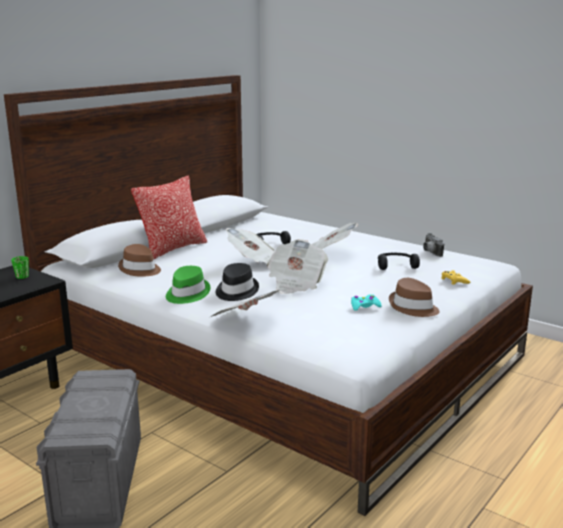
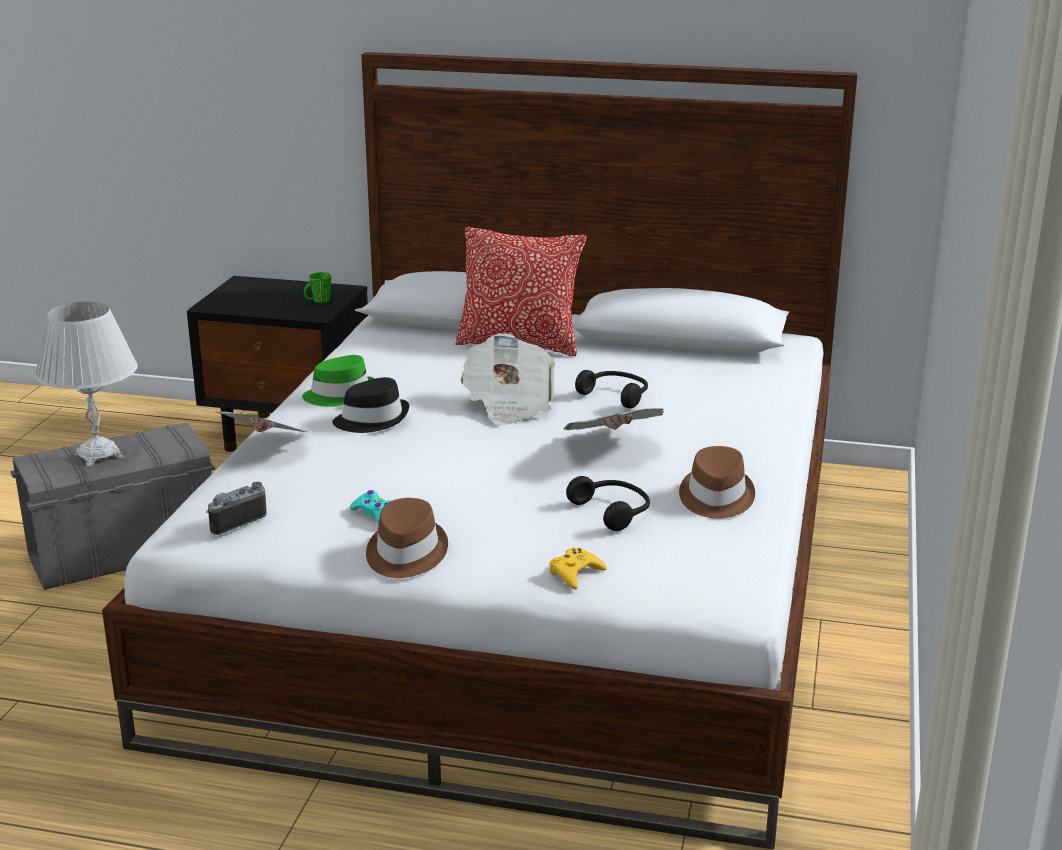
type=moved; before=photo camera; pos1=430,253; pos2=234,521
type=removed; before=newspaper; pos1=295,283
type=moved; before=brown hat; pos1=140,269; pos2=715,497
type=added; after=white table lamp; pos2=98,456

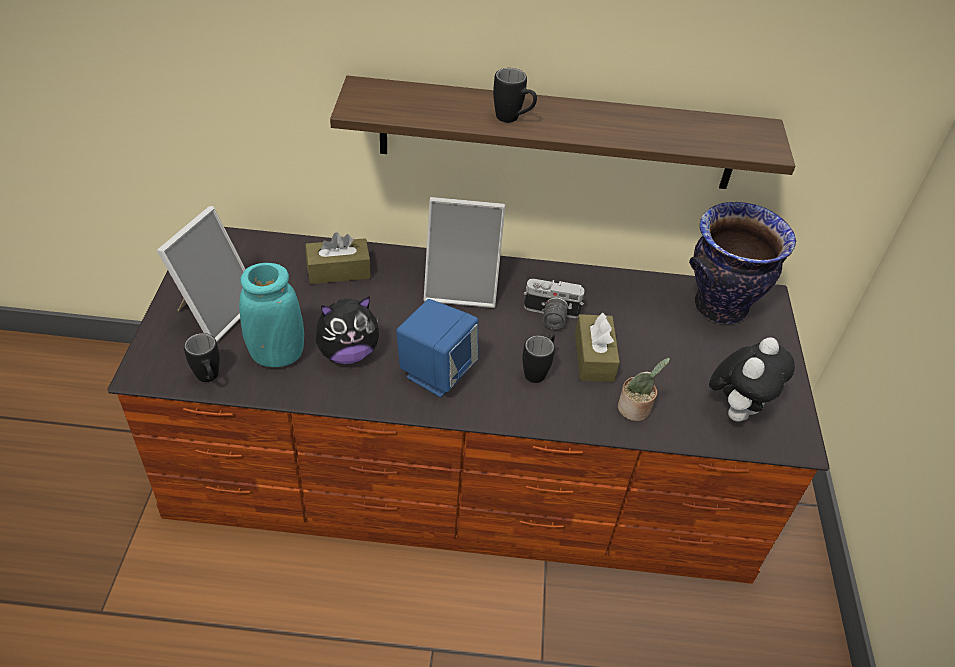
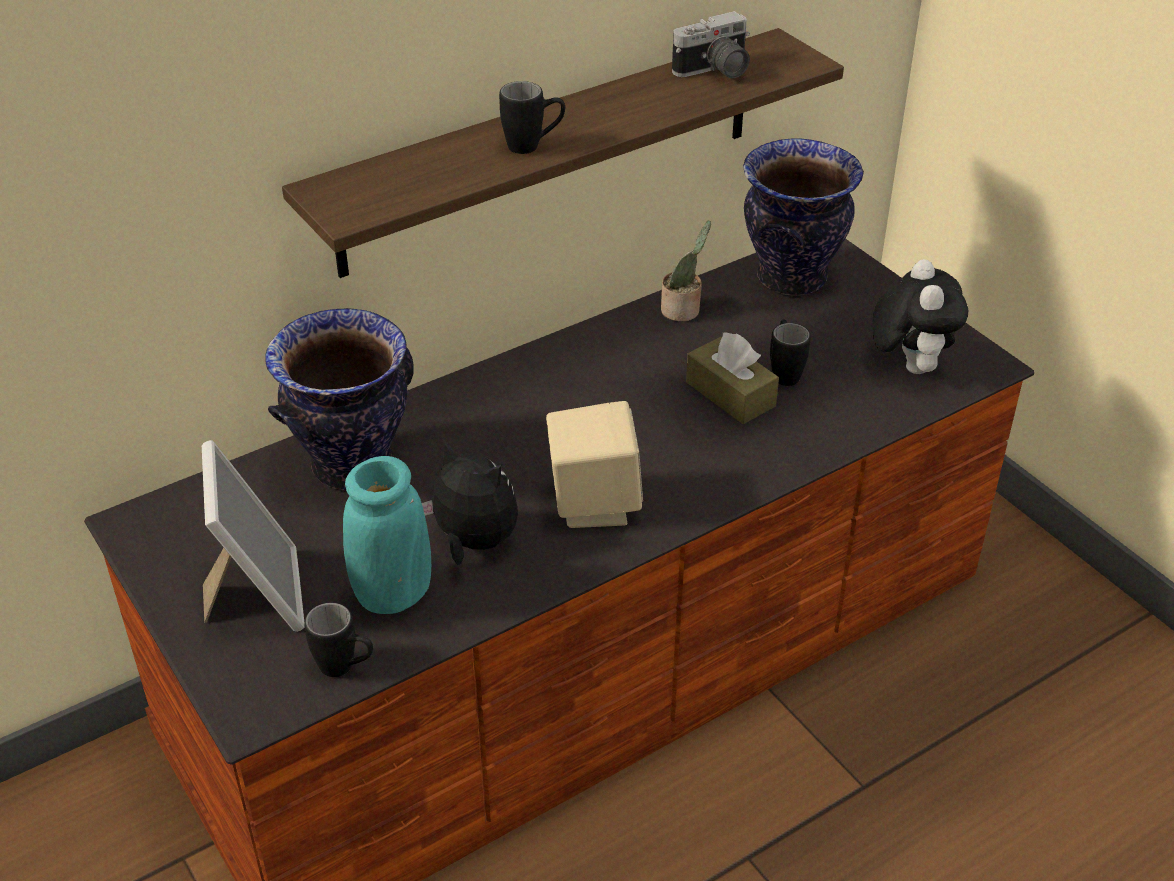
type=removed; before=picture frame; pos1=462,288
type=replaced; before=brown tissue box; after=vase; pos1=338,271; pos2=351,465
type=moved; before=photo camera; pos1=550,316; pos2=715,71
type=turned; before=plush toy; pos1=348,353; pos2=473,542; turn=-90
type=recoloured; before=blue speaker; after=beige speaker; pos1=436,372; pos2=593,503
type=moved; before=black mug; pos1=538,370; pos2=784,371
type=moved; before=potted plant; pos1=635,410; pos2=683,311

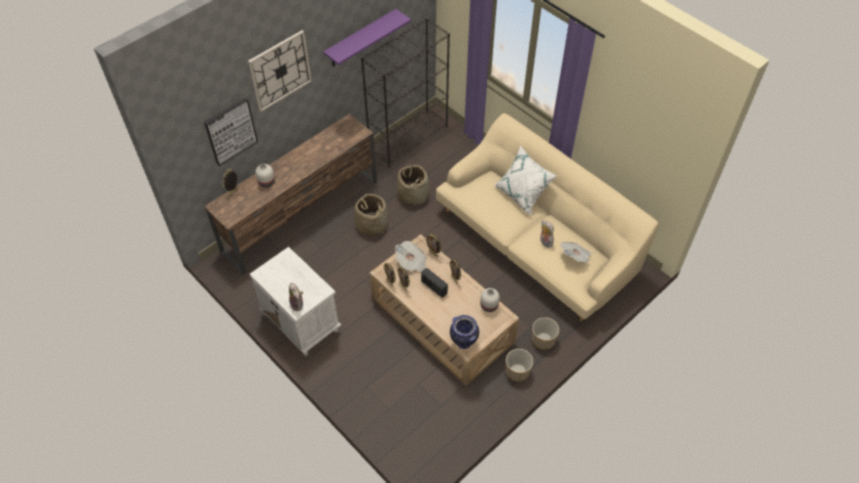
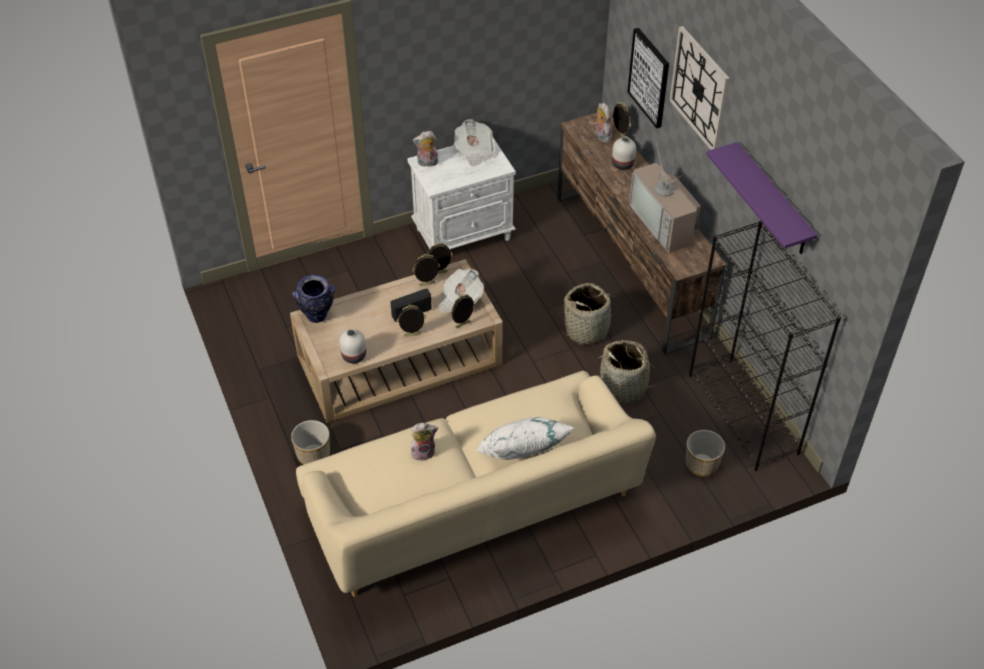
type=moved; before=newspaper; pos1=575,257; pos2=474,152
type=moved; before=planter; pos1=517,371; pos2=702,464
type=added; after=plush toy; pos2=601,136
type=added; after=television; pos2=665,223

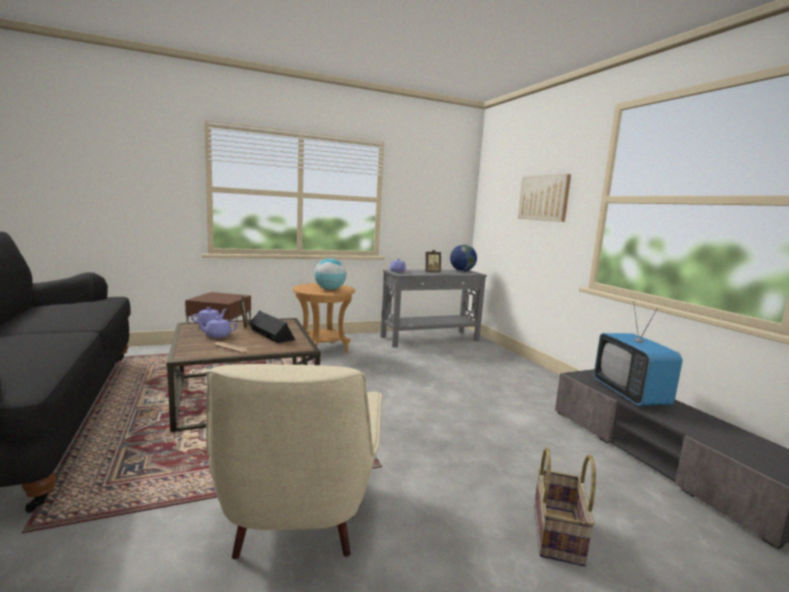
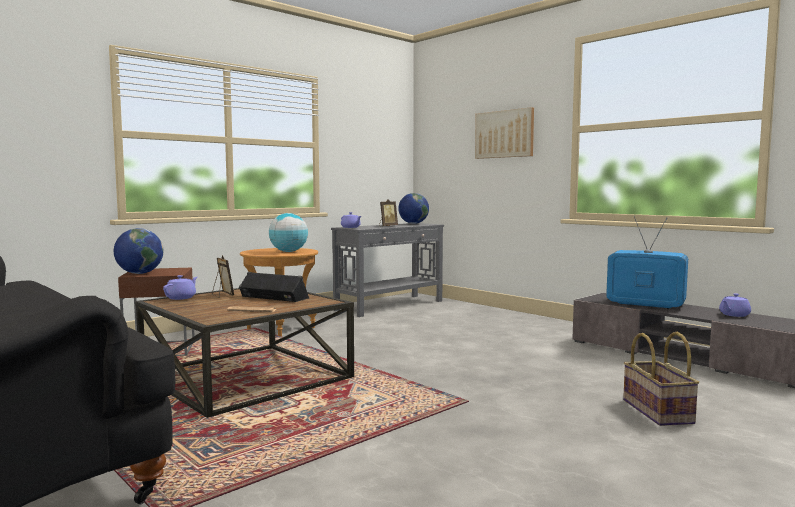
type=turned; before=television; pos1=630,394; pos2=645,305; turn=150
type=moved; before=purple teapot; pos1=217,335; pos2=734,315
type=removed; before=beige armchair; pos1=297,522
type=added; after=globe; pos2=139,273

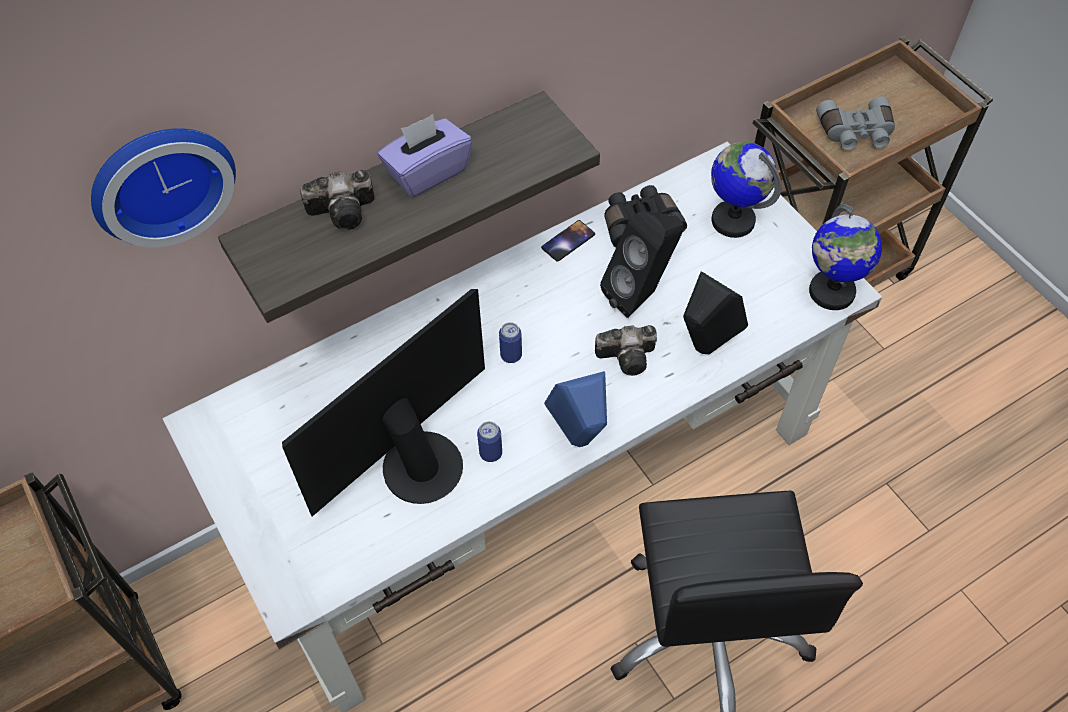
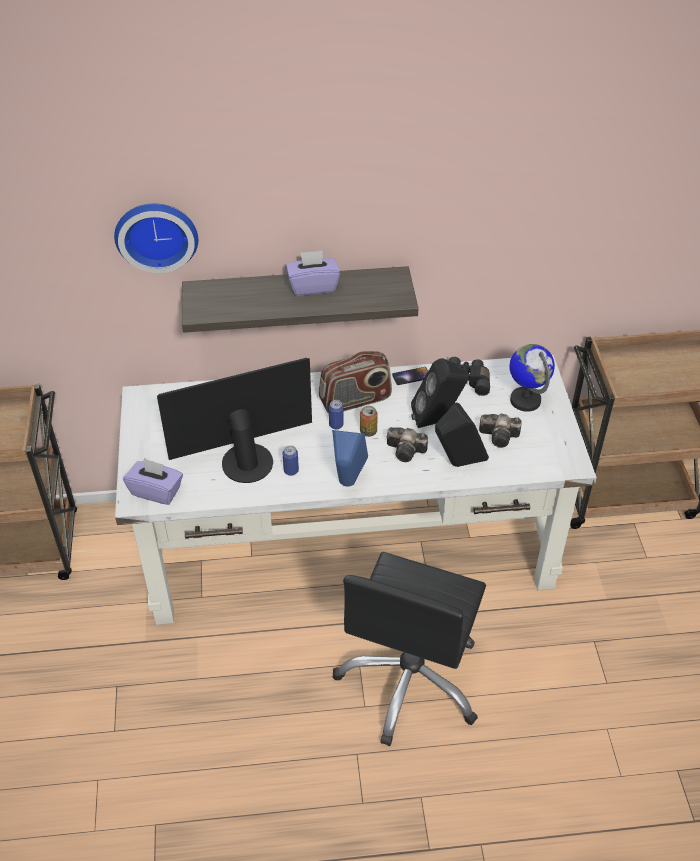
type=removed; before=grey binoculars; pos1=855,133
type=moved; before=photo camera; pos1=345,211; pos2=501,437
type=removed; before=globe; pos1=831,292
type=added; after=radio; pos2=355,400
type=added; after=can; pos2=368,431
type=added; after=purple tissue box; pos2=156,491

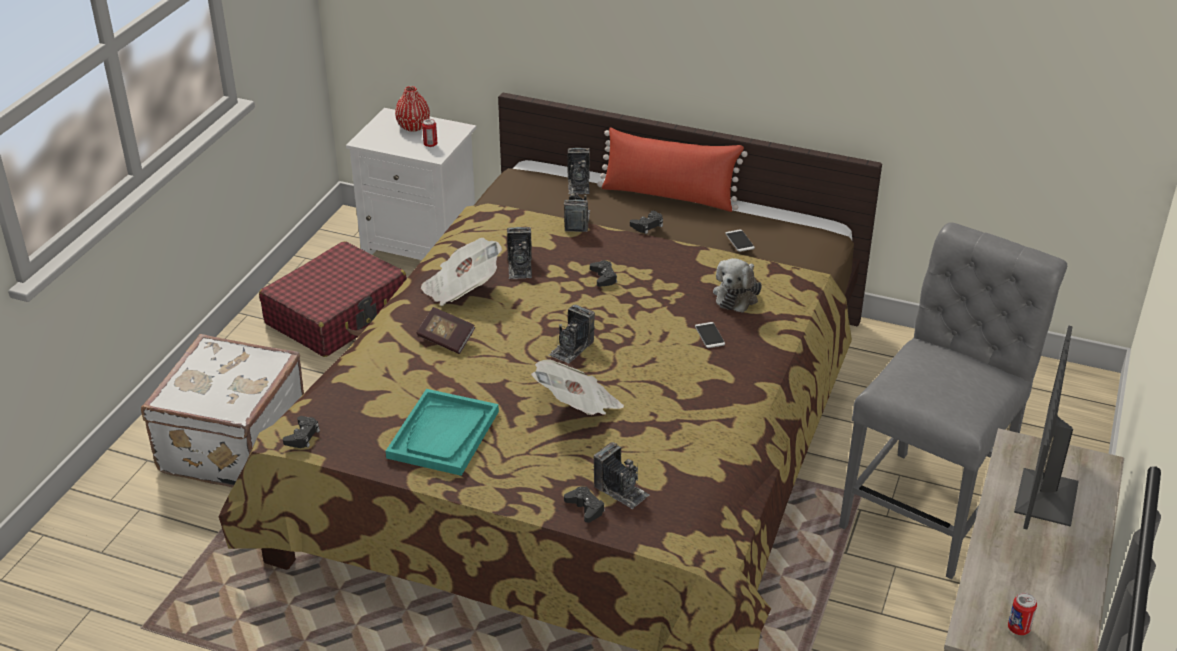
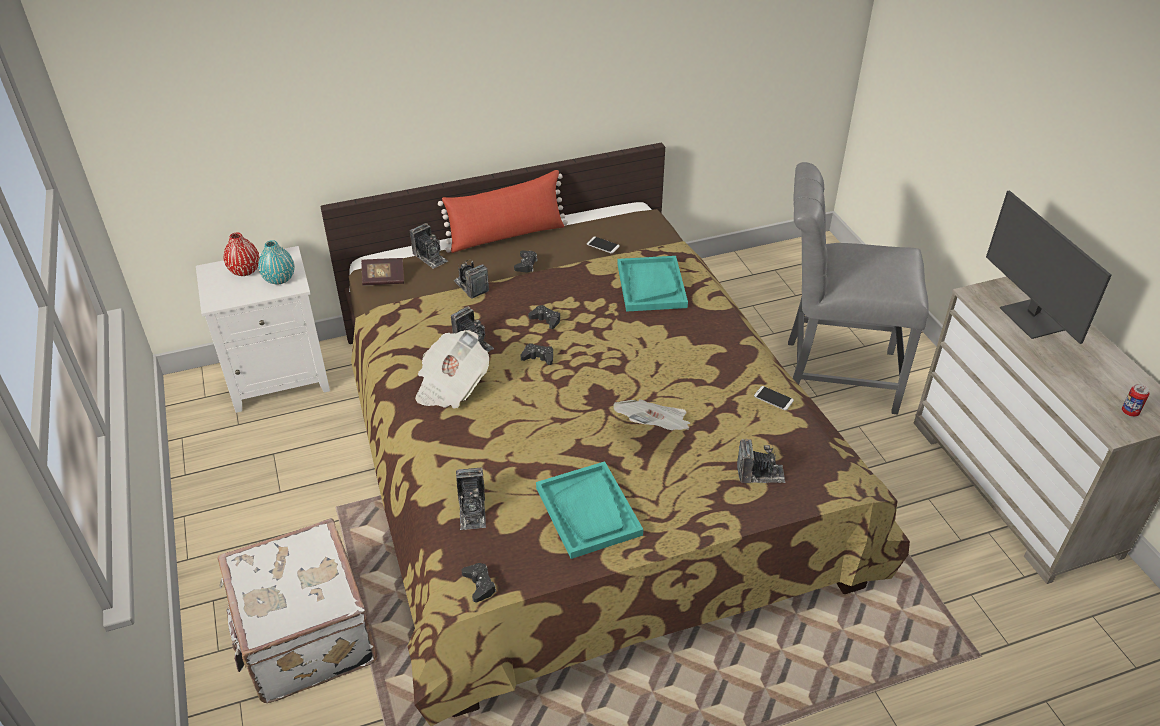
type=replaced; before=can; after=turquoise vase; pos1=430,144; pos2=279,279
type=turned; before=grey chair; pos1=930,506; pos2=832,374; turn=-75
type=removed; before=red suitcase; pos1=338,315
type=replaced; before=plush toy; after=turquoise tray; pos1=737,295; pos2=651,285
type=moved; before=photo camera; pos1=571,348; pos2=472,510
type=moved; before=book; pos1=446,339; pos2=383,279
type=moved; before=phone; pos1=709,335; pos2=773,398
type=moved; before=black game controller; pos1=585,508; pos2=538,357

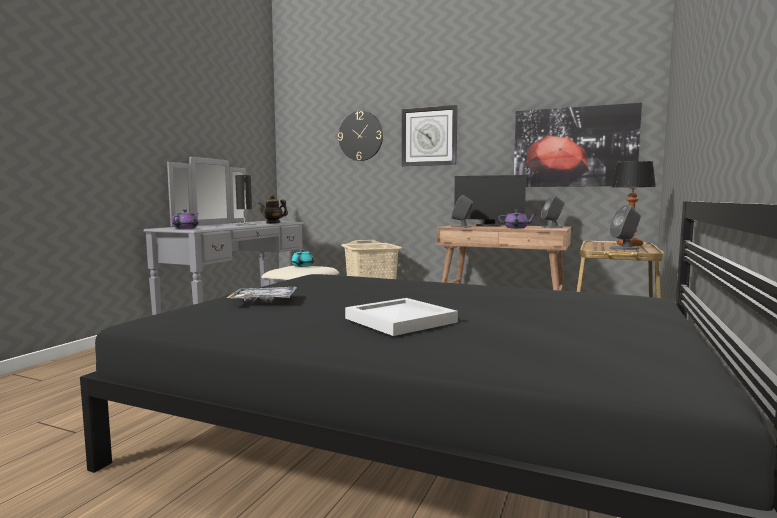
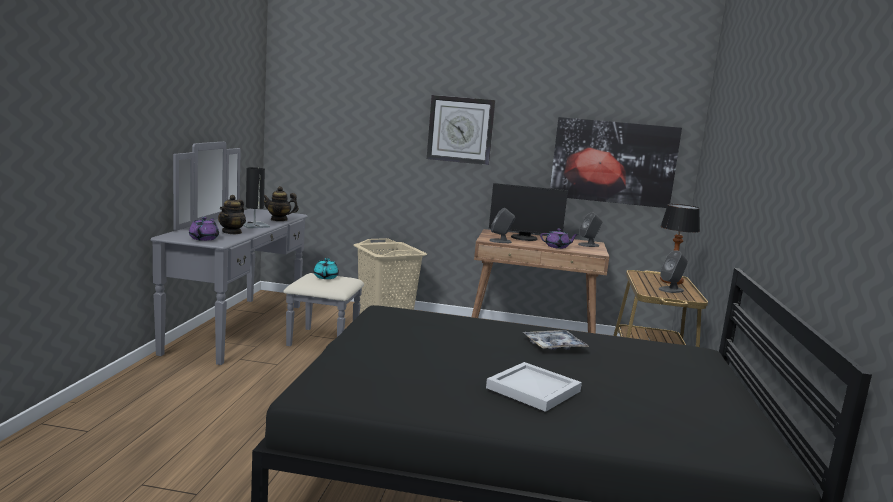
type=removed; before=wall clock; pos1=360,136
type=moved; before=tray; pos1=264,301; pos2=554,346
type=added; after=teapot; pos2=232,232

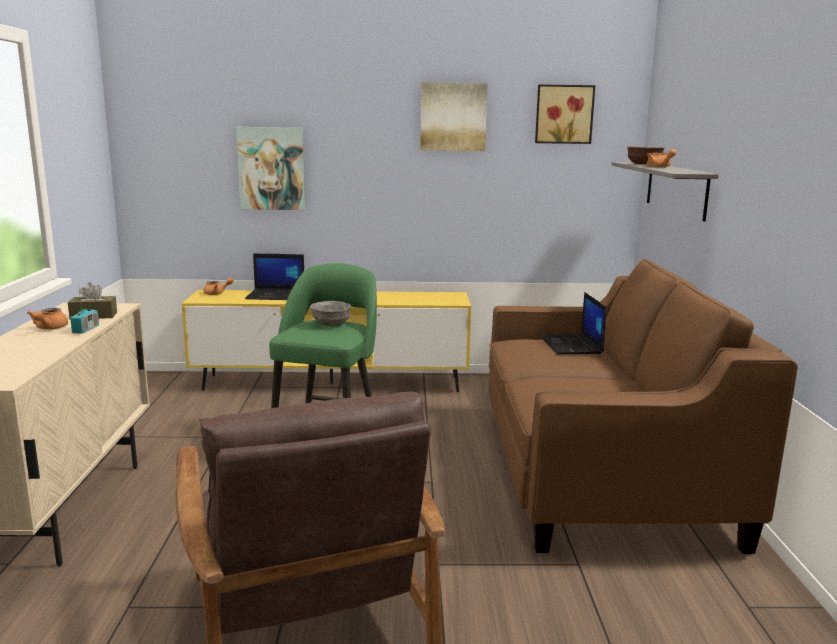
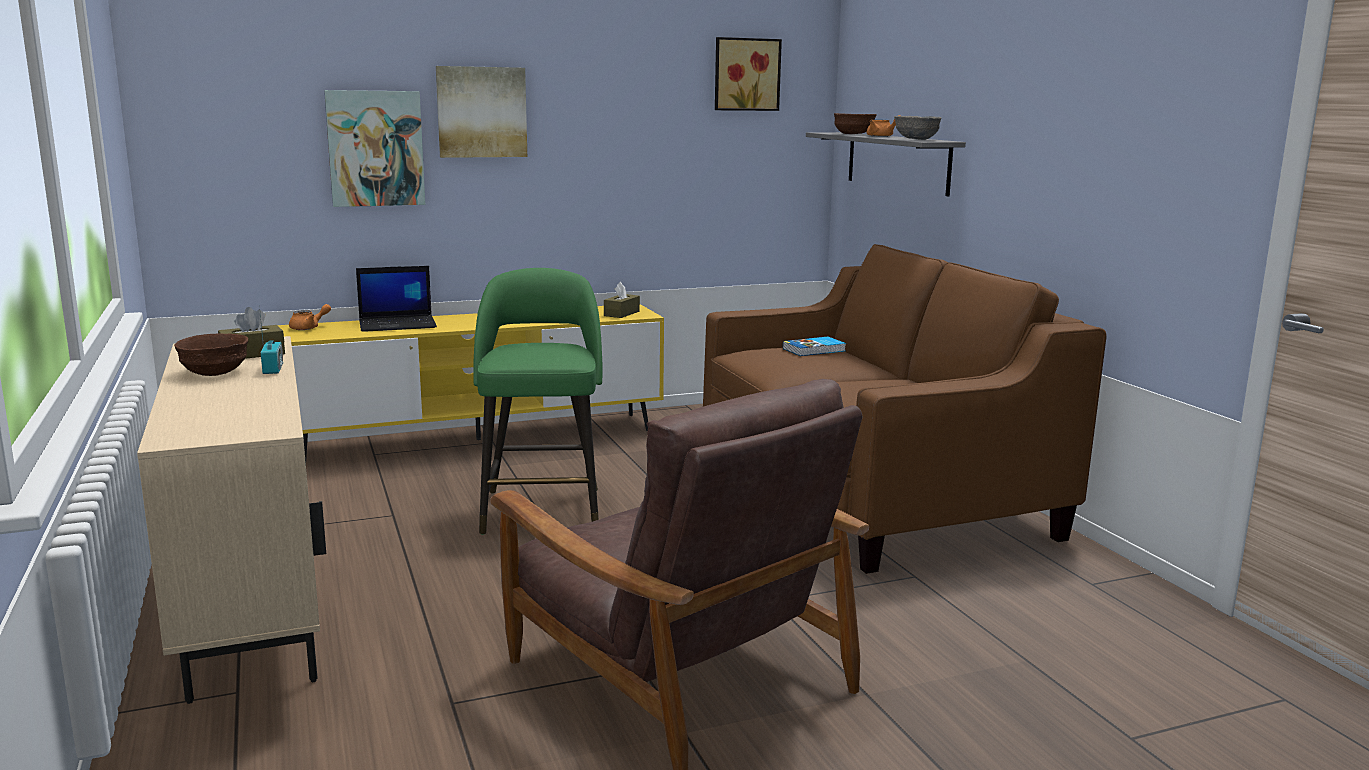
type=moved; before=picture; pos1=453,117; pos2=481,112
type=replaced; before=laptop; after=book; pos1=571,345; pos2=815,350
type=moved; before=grey bowl; pos1=331,324; pos2=916,139
type=replaced; before=orange teapot; after=brown bowl; pos1=49,328; pos2=216,372
type=added; after=brown tissue box; pos2=621,313

